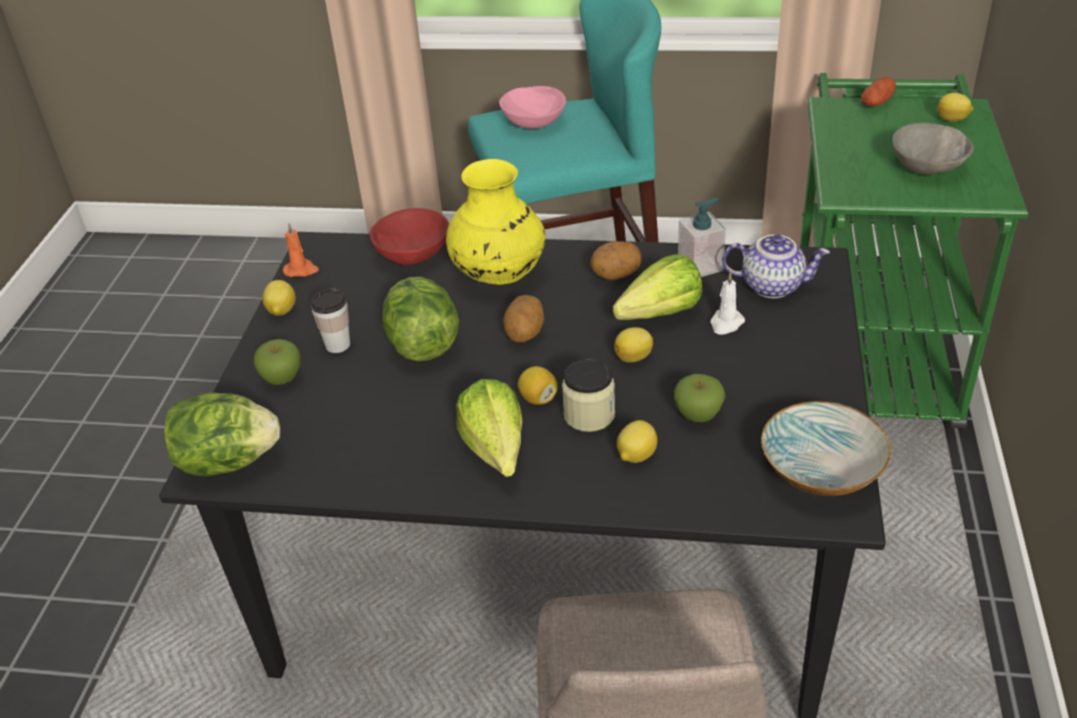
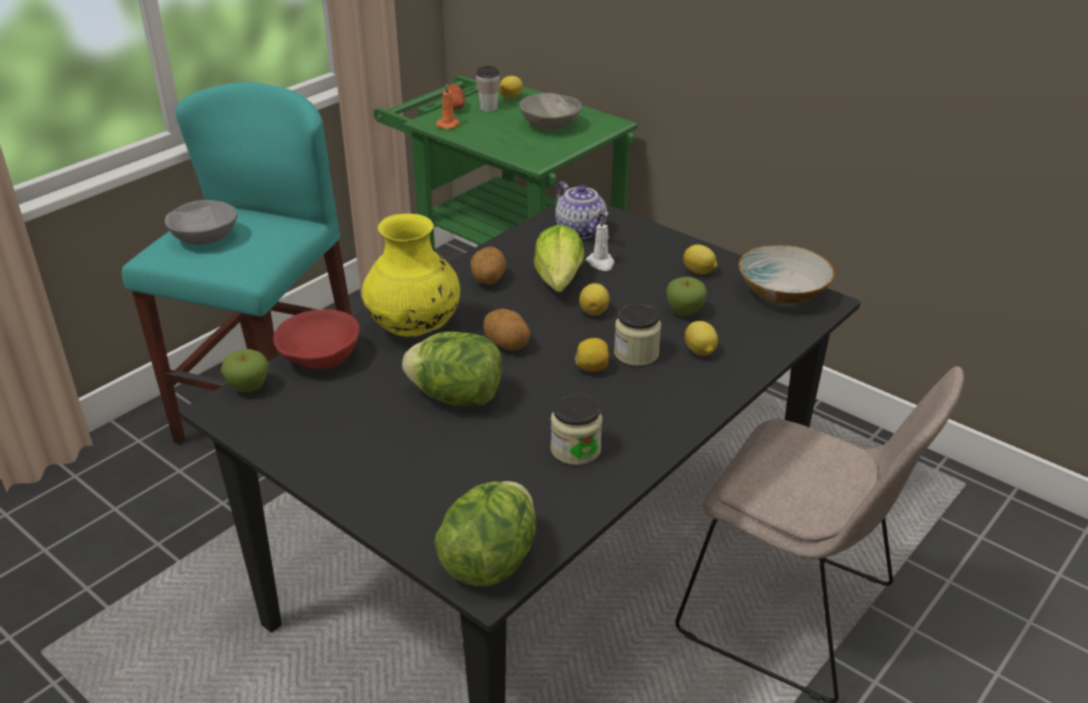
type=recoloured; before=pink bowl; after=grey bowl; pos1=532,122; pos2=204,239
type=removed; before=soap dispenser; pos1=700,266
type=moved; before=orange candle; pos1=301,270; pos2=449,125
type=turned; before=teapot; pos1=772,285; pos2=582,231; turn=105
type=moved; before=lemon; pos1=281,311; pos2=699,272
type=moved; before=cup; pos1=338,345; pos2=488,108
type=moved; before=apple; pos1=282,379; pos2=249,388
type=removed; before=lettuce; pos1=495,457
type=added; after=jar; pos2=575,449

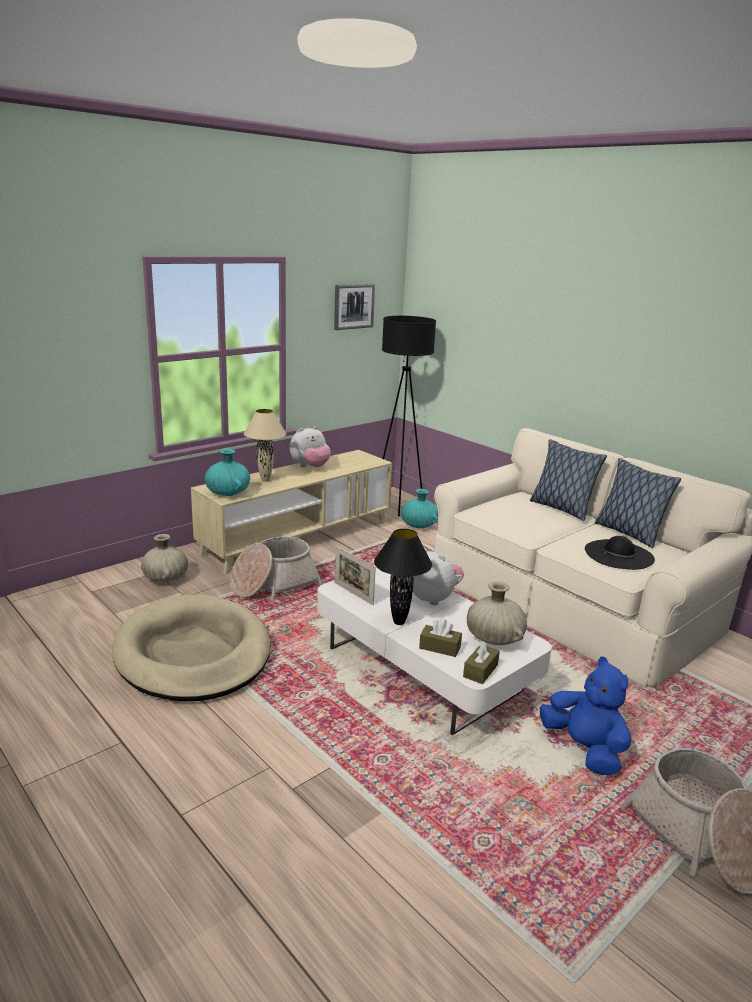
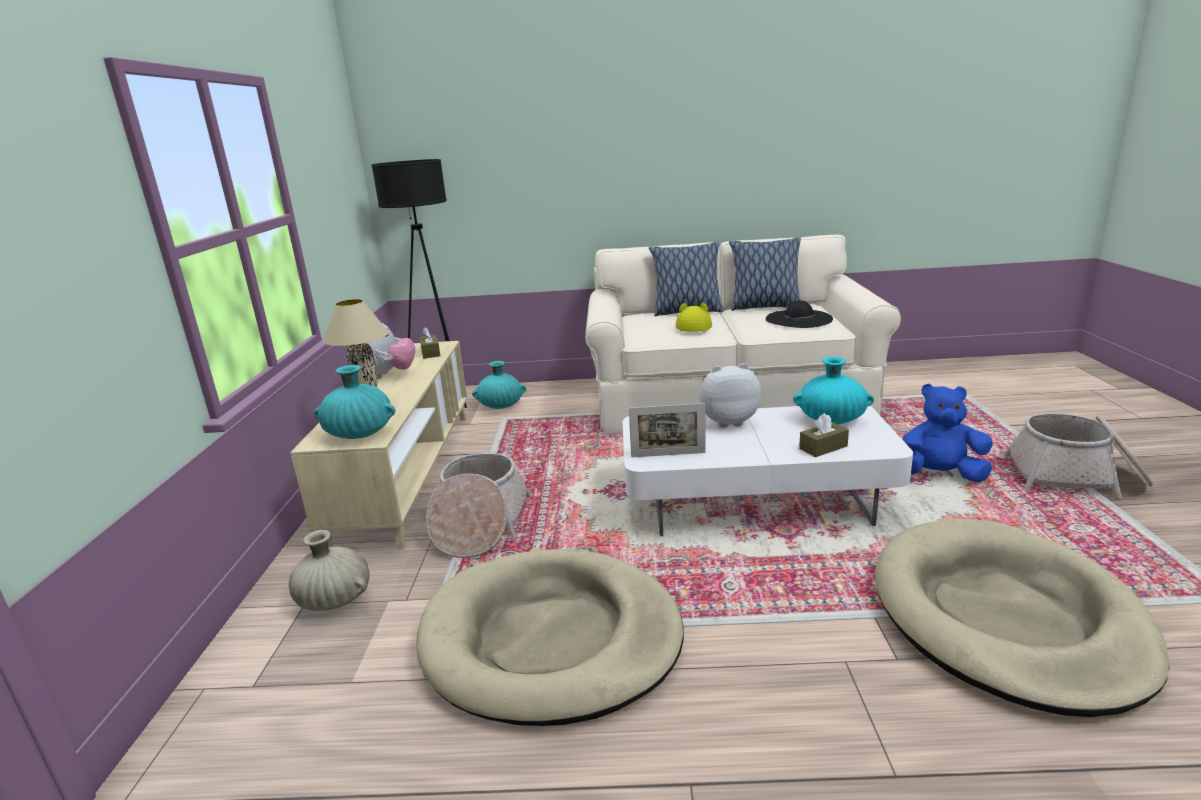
type=removed; before=picture; pos1=353,306
type=removed; before=black table lamp; pos1=399,622
type=recoloured; before=beige vase; after=turquoise vase; pos1=494,639; pos2=831,421
type=moved; before=brown tissue box; pos1=480,671; pos2=430,353
type=added; after=yellow hat; pos2=693,326
type=added; after=beige dog bed; pos2=1005,617

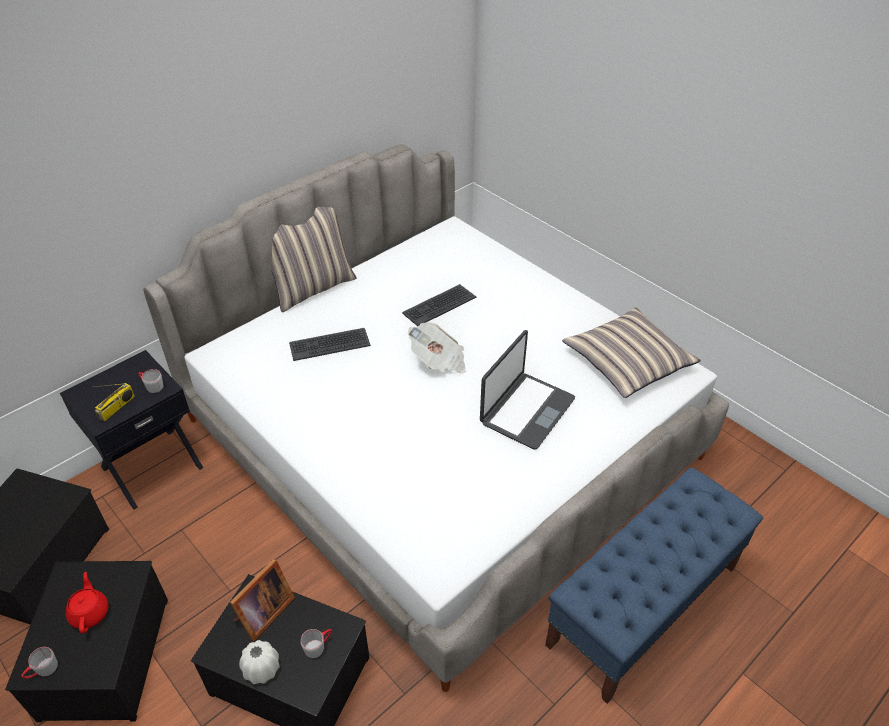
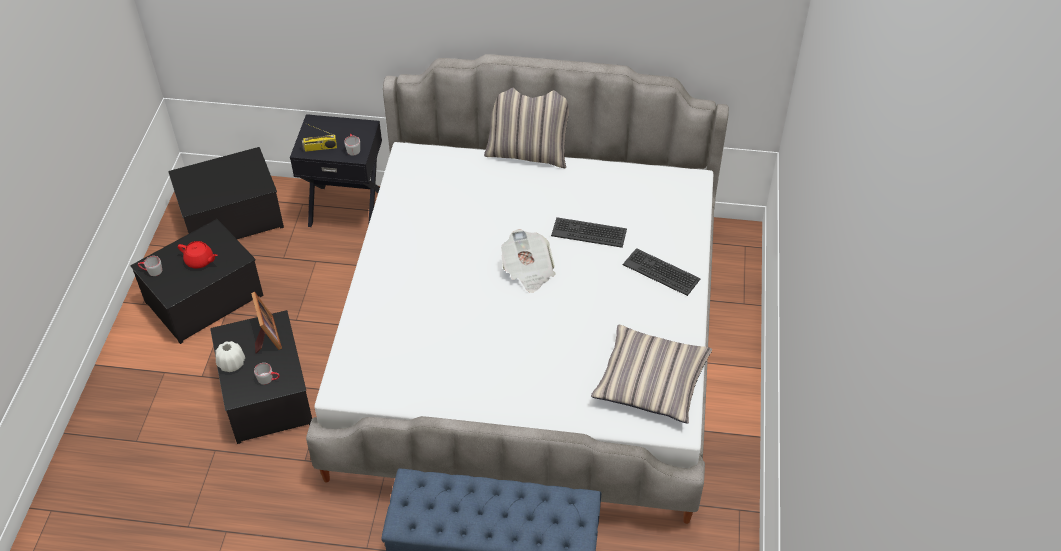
type=moved; before=keyboard; pos1=329,344; pos2=661,272
type=removed; before=laptop; pos1=526,411
type=turned; before=picture frame; pos1=262,613; pos2=266,337; turn=-105
type=turned; before=red teapot; pos1=90,613; pos2=200,261; turn=75

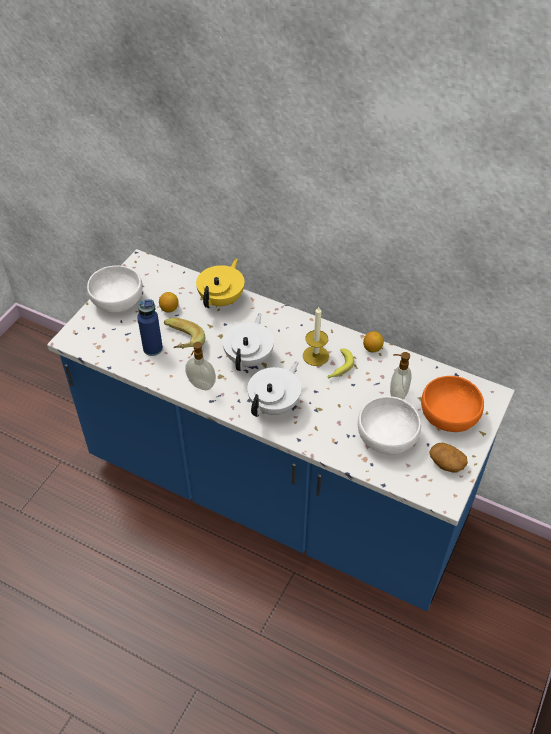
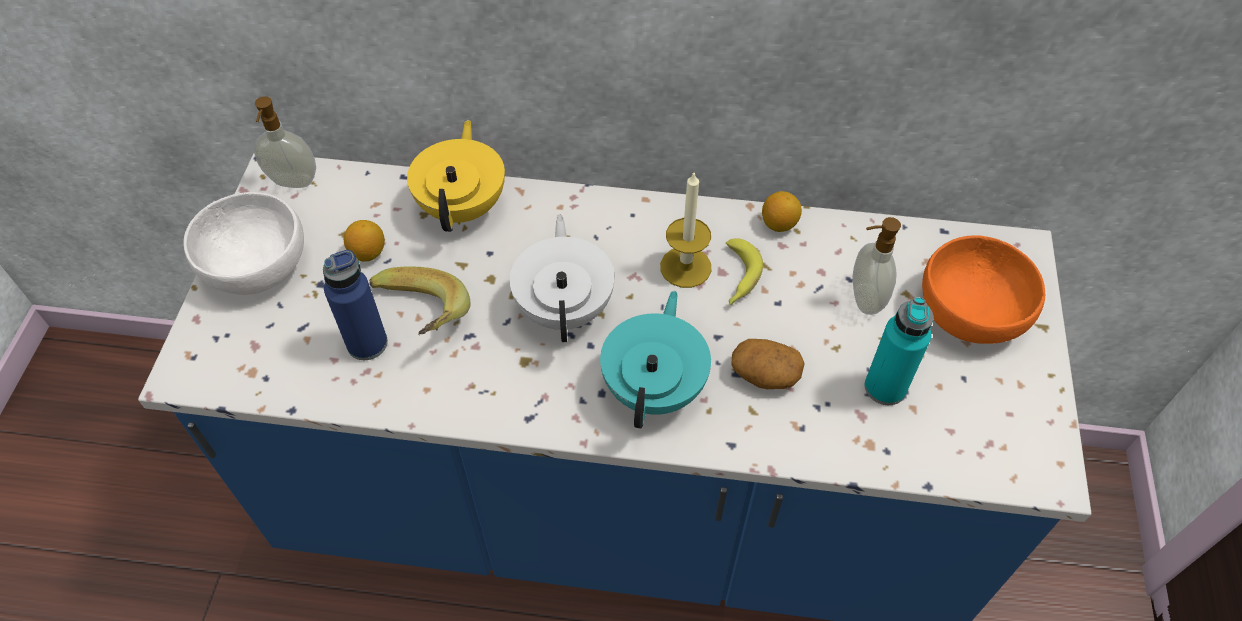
type=moved; before=soap dispenser; pos1=201,385; pos2=293,182
type=recoloured; before=white teapot; after=turquoise teapot; pos1=275,405; pos2=655,387
type=replaced; before=white bowl; after=turquoise bottle; pos1=386,437; pos2=885,387
type=moved; before=potato; pos1=446,463; pos2=764,374

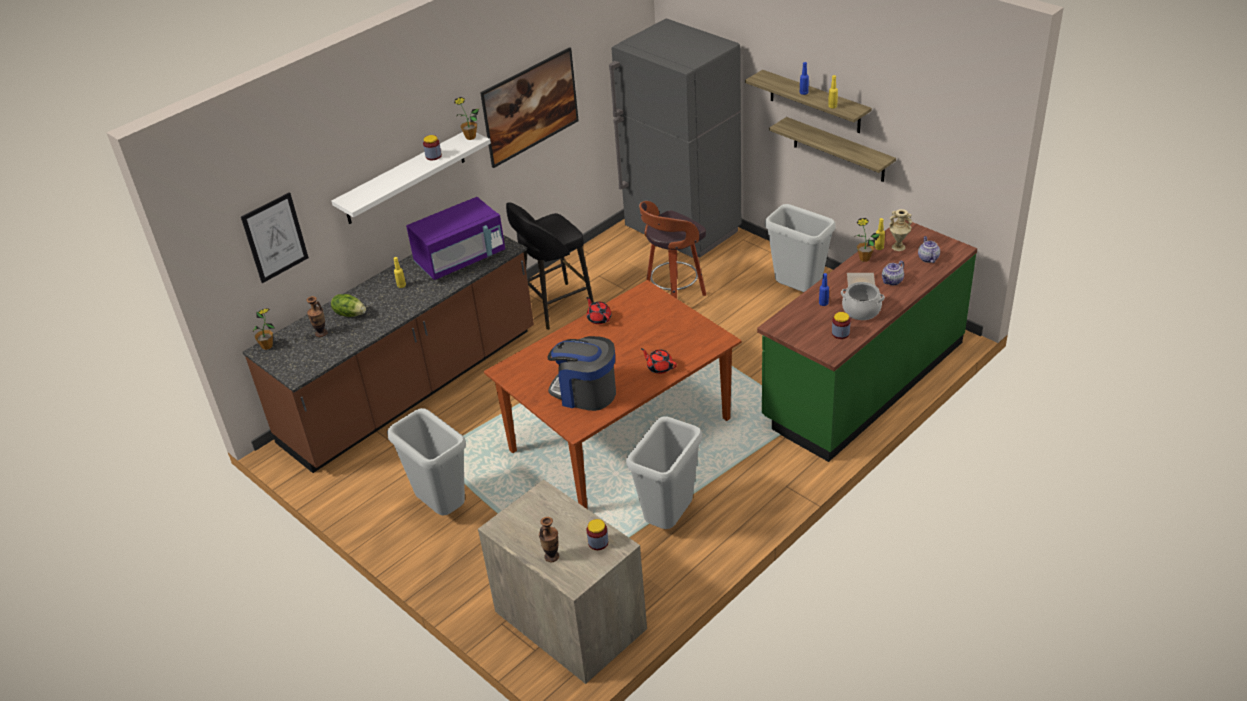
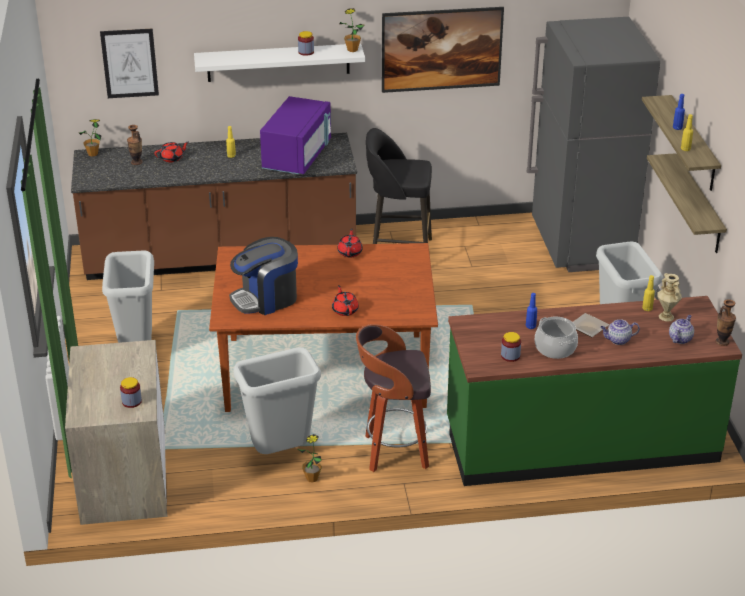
type=turned; before=purple microwave; pos1=460,259; pos2=297,156; turn=-75
type=moved; before=stool; pos1=674,297; pos2=394,452
type=moved; before=potted plant; pos1=864,258; pos2=312,478
type=replaced; before=lettuce; after=red teapot; pos1=350,313; pos2=172,158
type=turned; before=coffee machine; pos1=585,392; pos2=266,298; turn=-90
type=moved; before=vase; pos1=551,556; pos2=722,342

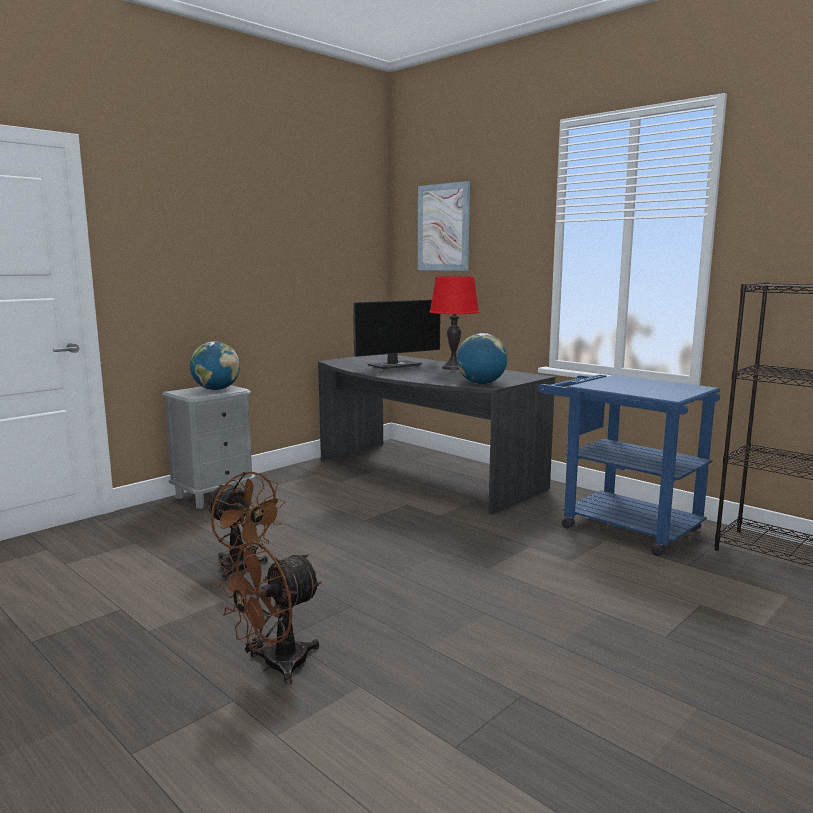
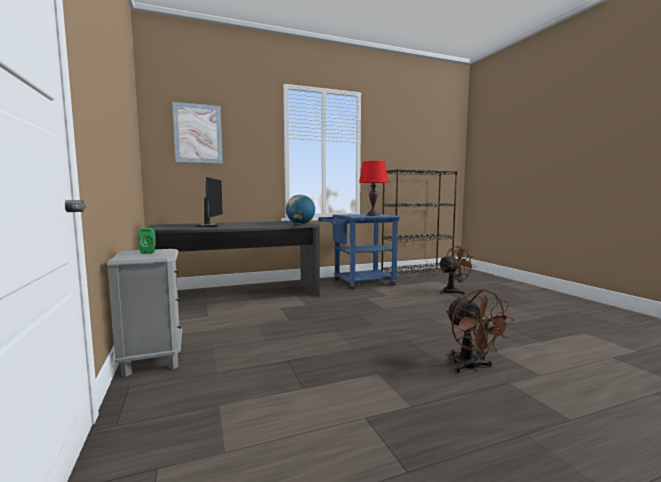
type=moved; before=red table lamp; pos1=453,368; pos2=373,215
type=replaced; before=globe; after=green speaker; pos1=216,389; pos2=148,252
type=moved; before=brown fan; pos1=243,569; pos2=454,291

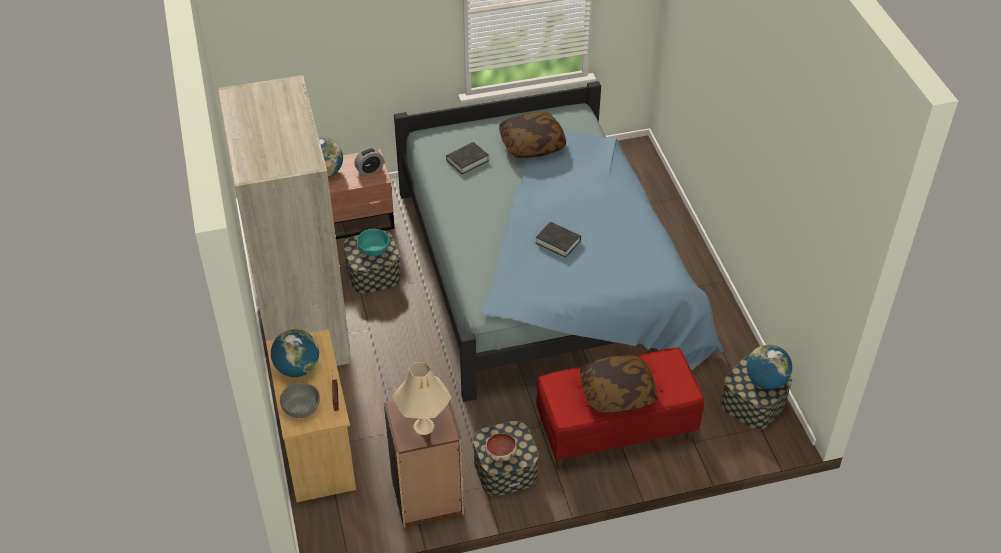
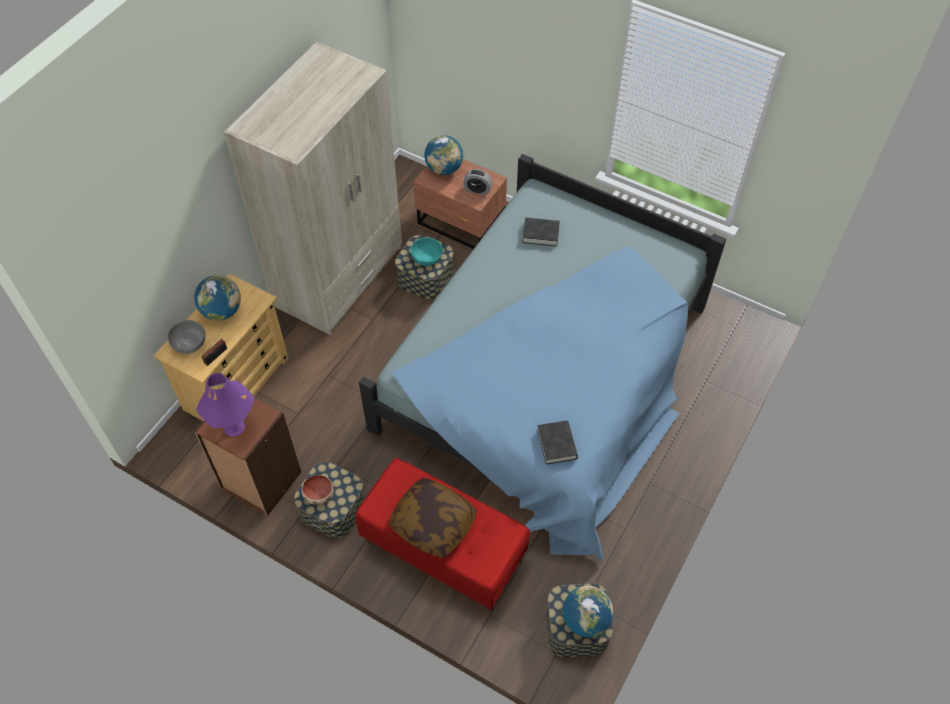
type=removed; before=pillow; pos1=532,144
type=moved; before=black book; pos1=558,242; pos2=556,444
type=recoloured; before=beige table lamp; after=purple table lamp; pos1=424,426; pos2=234,427

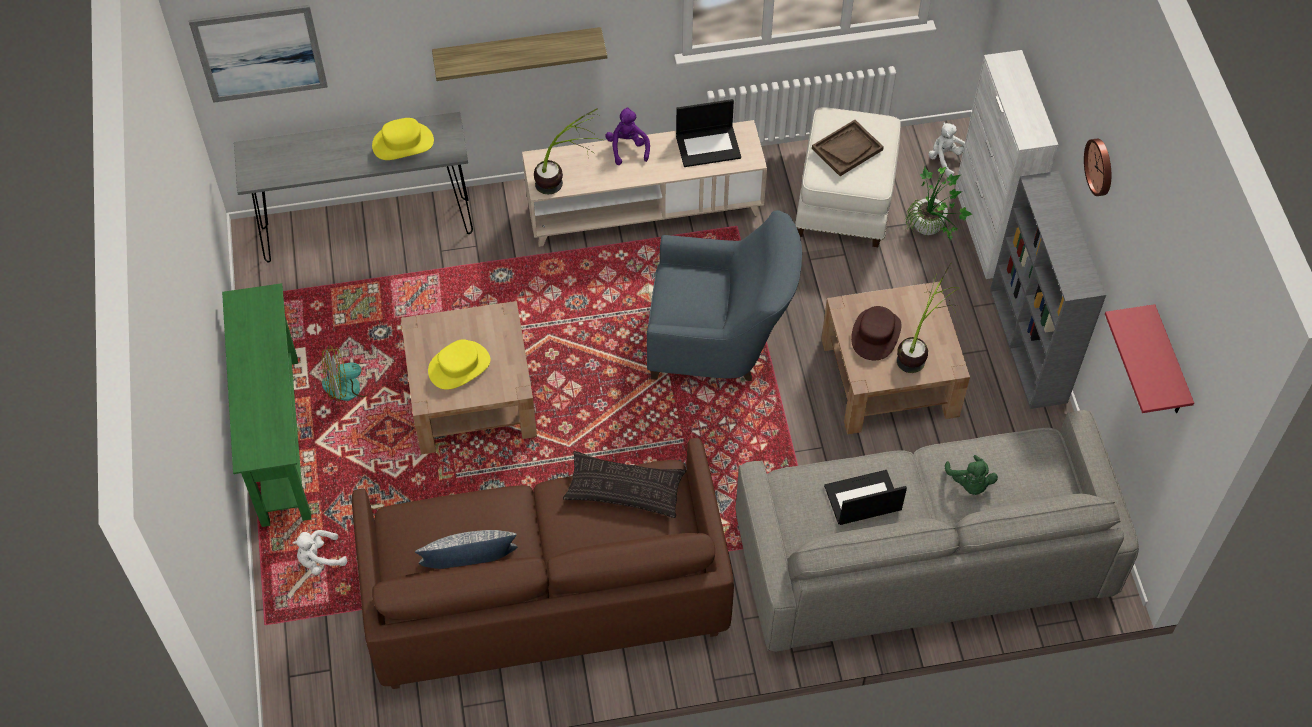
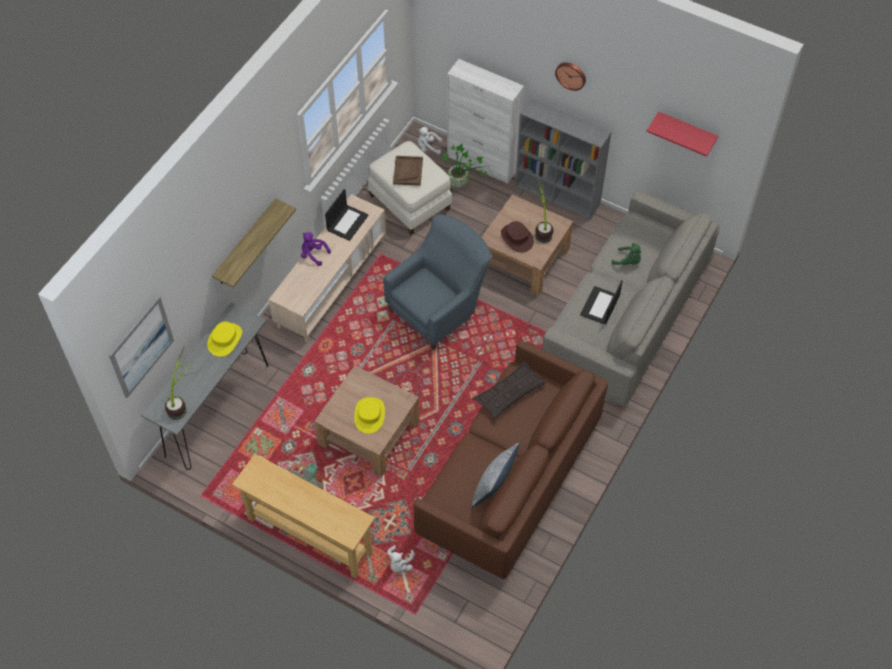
type=moved; before=potted plant; pos1=565,180; pos2=183,402
type=recoloured; before=green console table; after=beige console table; pos1=279,440; pos2=309,536

